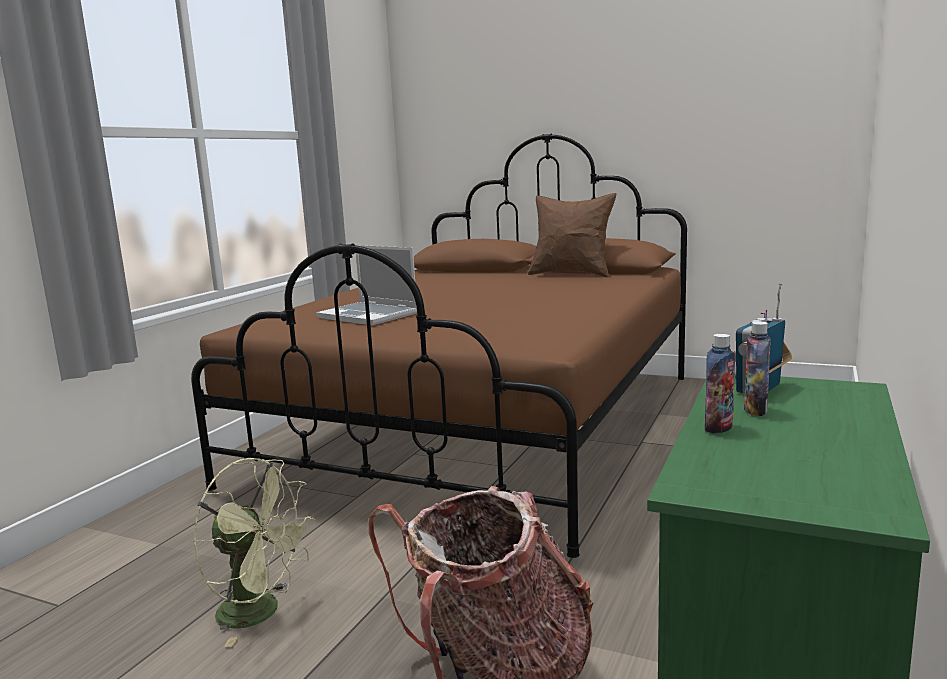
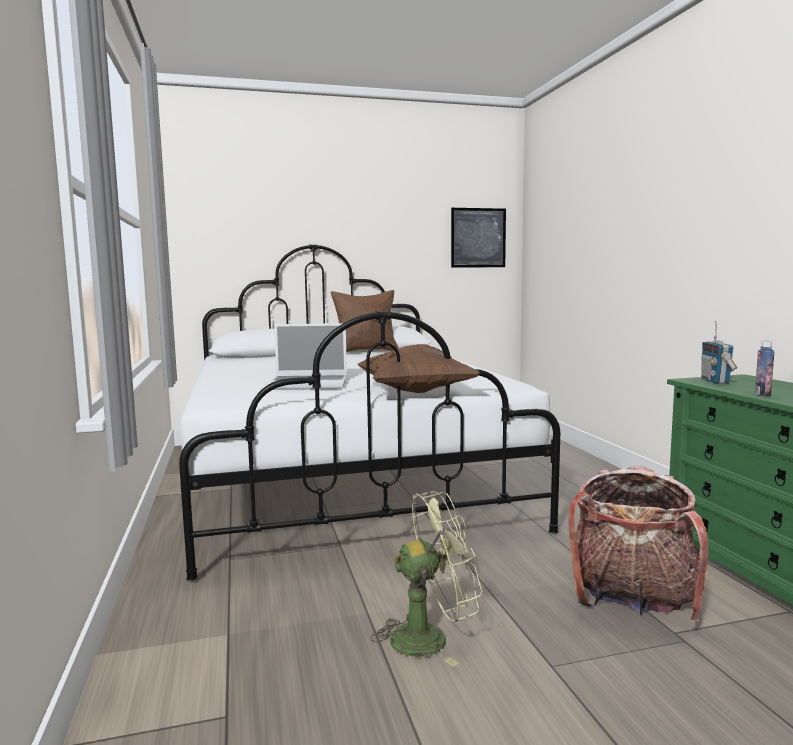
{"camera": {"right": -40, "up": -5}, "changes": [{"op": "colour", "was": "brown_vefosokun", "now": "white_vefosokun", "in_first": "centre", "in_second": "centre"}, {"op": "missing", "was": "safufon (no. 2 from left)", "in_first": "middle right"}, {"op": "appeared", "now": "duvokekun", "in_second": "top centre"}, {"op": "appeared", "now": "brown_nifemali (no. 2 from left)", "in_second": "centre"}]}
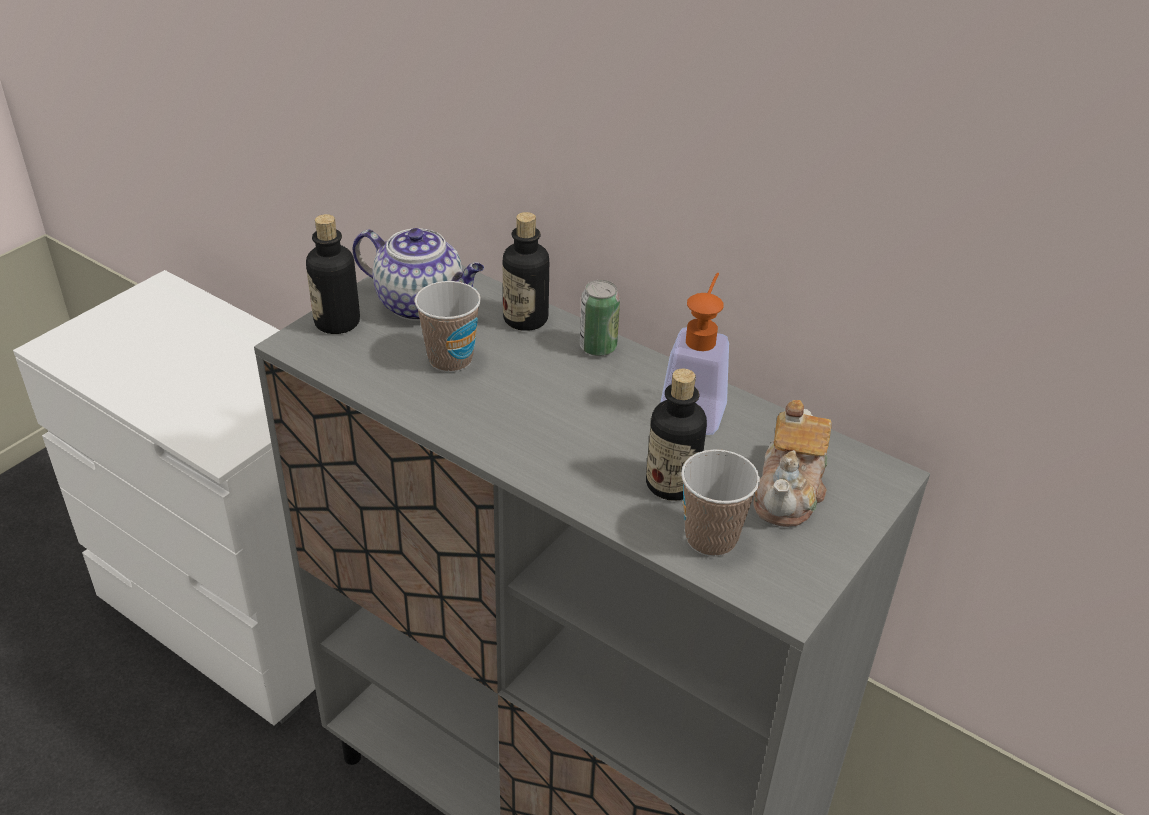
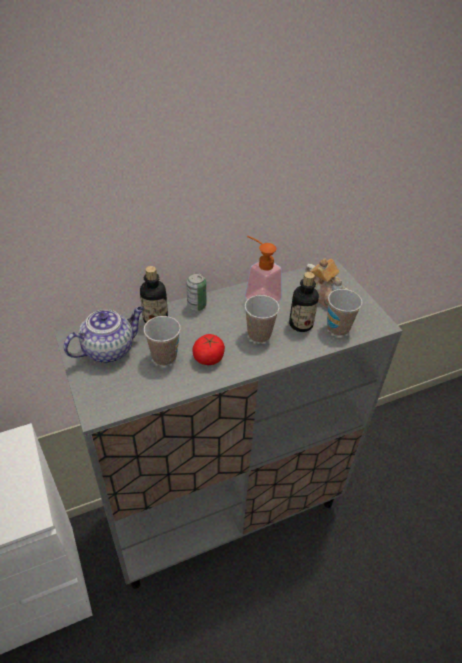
{"camera": {"right": -60, "up": 5}, "changes": [{"op": "missing", "was": "safufon (no. 1 from left)", "in_first": "middle left"}, {"op": "appeared", "now": "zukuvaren (no. 2 from left)", "in_second": "centre"}, {"op": "appeared", "now": "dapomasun", "in_second": "centre"}]}
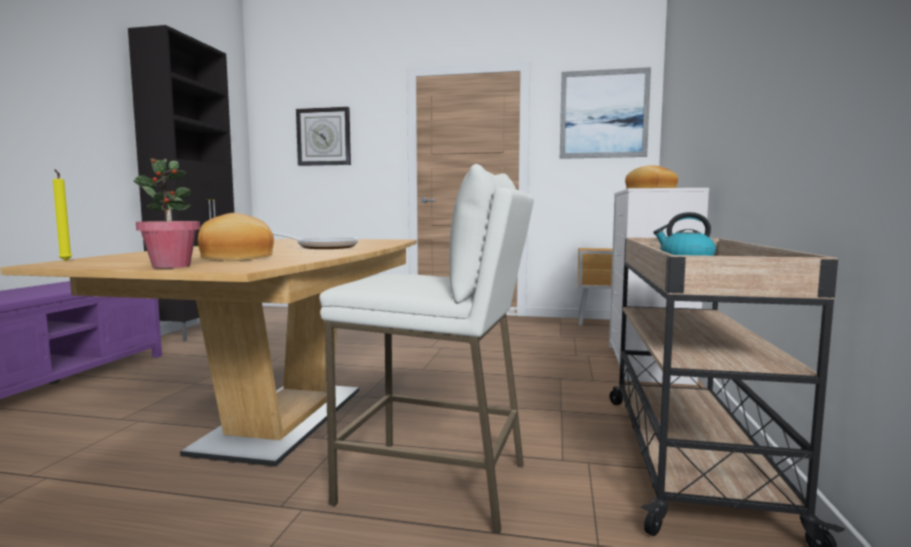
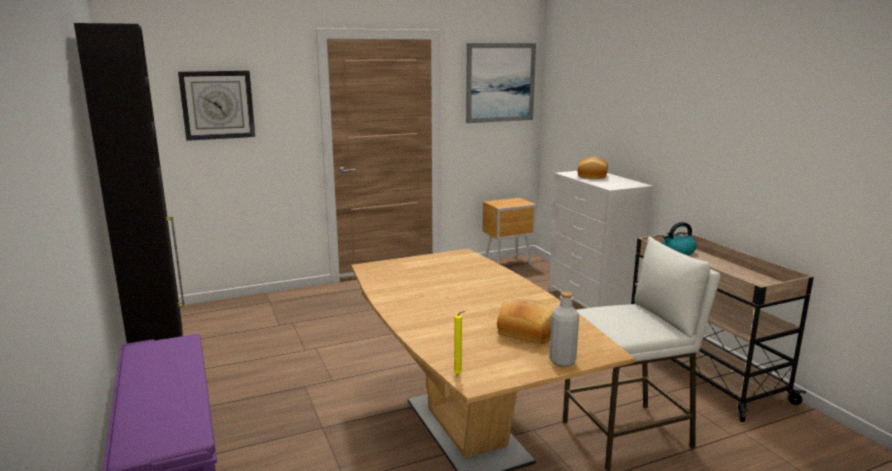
{"camera": {"right": -35, "up": 10}, "changes": [{"op": "exchanged", "was": "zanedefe", "now": "grey_safufon", "in_first": "middle left", "in_second": "bottom centre"}, {"op": "missing", "was": "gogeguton", "in_first": "centre"}]}
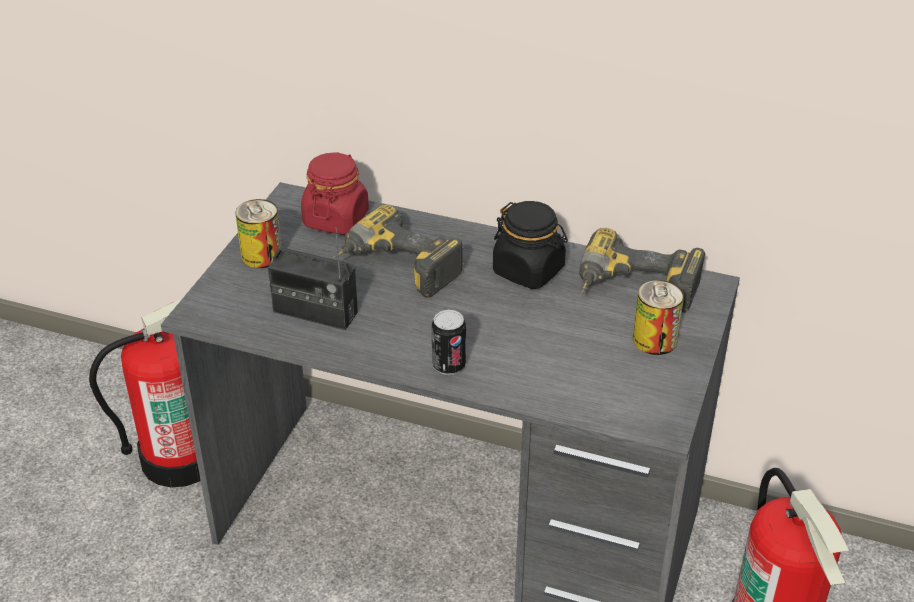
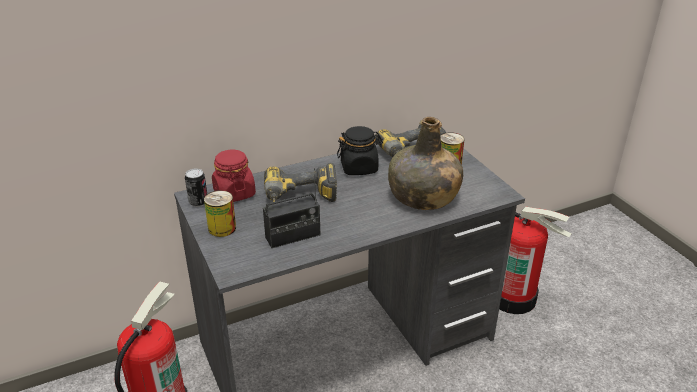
{"camera": {"right": -45, "up": -5}, "changes": [{"op": "relocated", "was": "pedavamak (no. 2 from left in the first image)", "now": "pedavamak (no. 1 from left)", "in_first": "centre", "in_second": "middle left"}, {"op": "appeared", "now": "green_safufon", "in_second": "centre"}]}
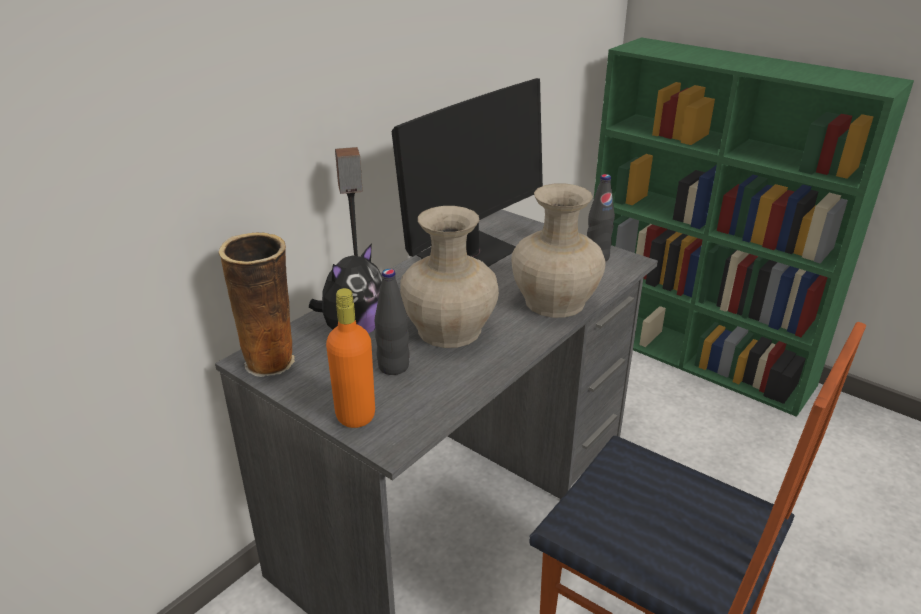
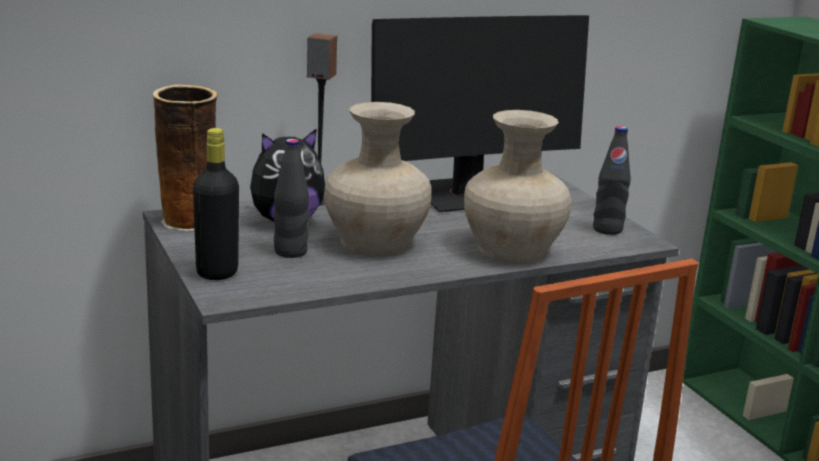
{"camera": {"right": 25, "up": -10}, "changes": [{"op": "colour", "was": "orange_safufon", "now": "black_safufon (no. 1 from left)", "in_first": "centre", "in_second": "middle left"}]}
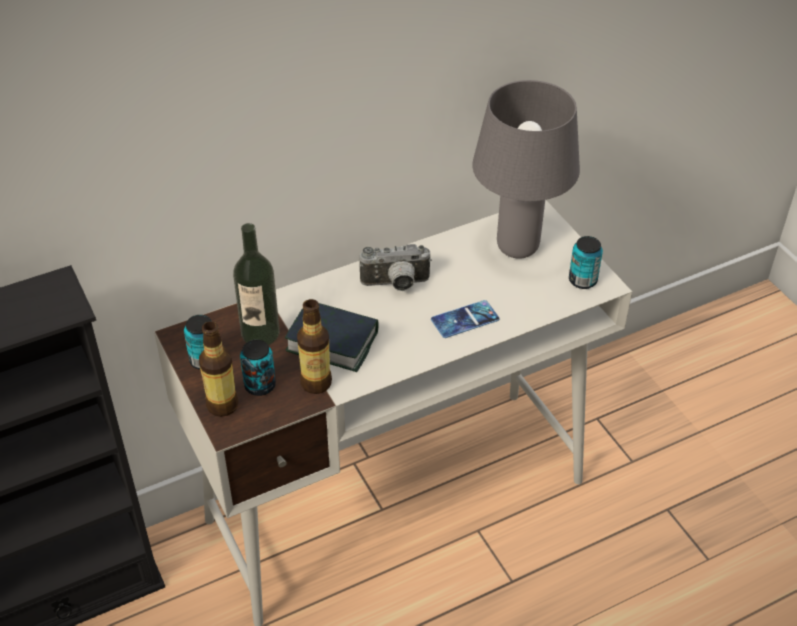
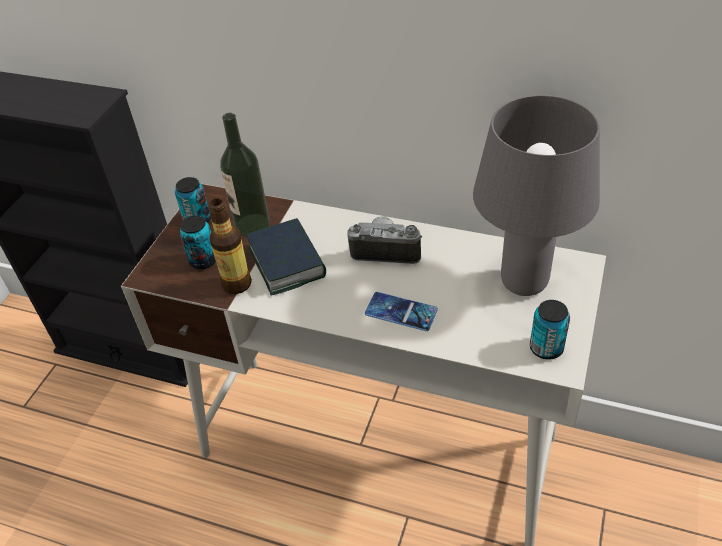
{"camera": {"right": 50, "up": 0}, "changes": [{"op": "spun", "was": "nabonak", "in_first": "centre", "in_second": "centre", "clockwise": 150}, {"op": "missing", "was": "safufon (no. 1 from left)", "in_first": "middle left"}]}
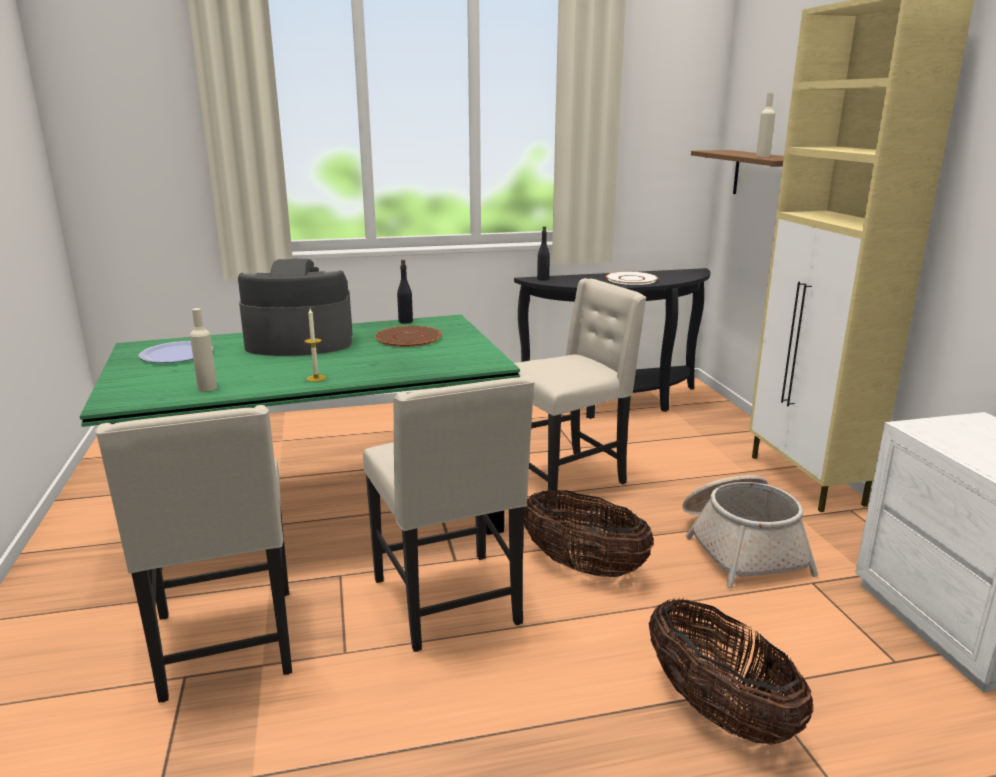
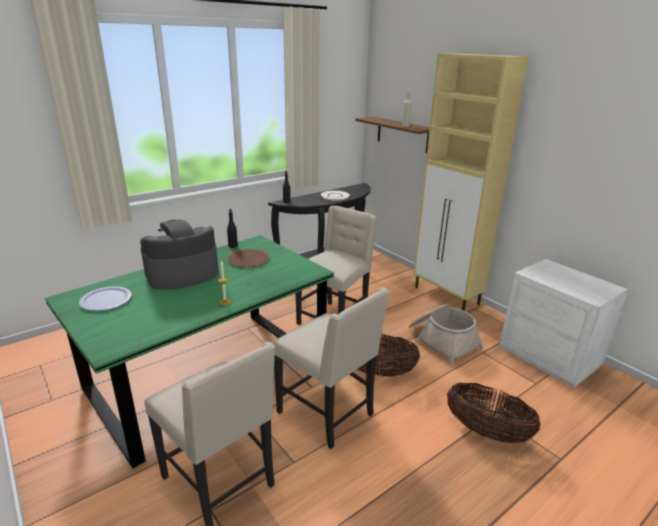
{"camera": {"right": -25, "up": 5}, "changes": [{"op": "missing", "was": "beige_safufon (no. 1 from left)", "in_first": "middle left"}]}
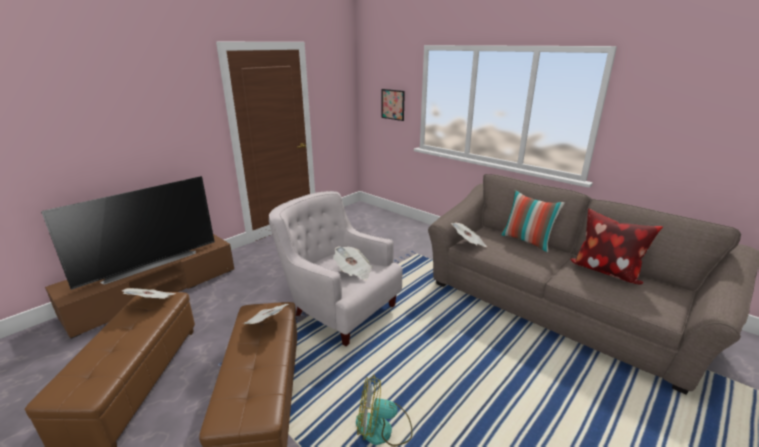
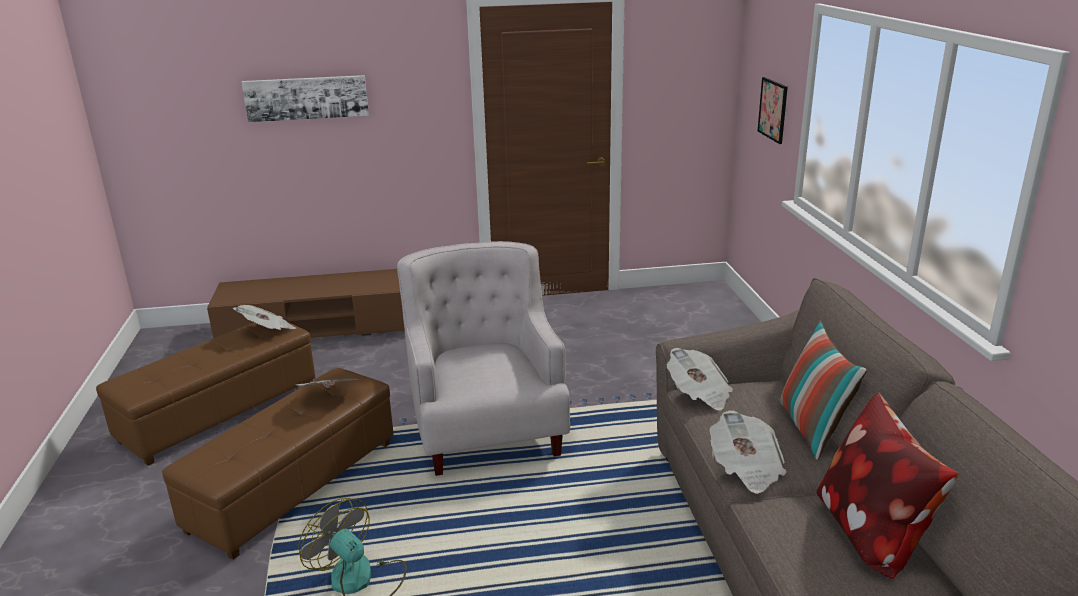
{"camera": {"right": 40, "up": 0}, "changes": [{"op": "missing", "was": "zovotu", "in_first": "middle left"}, {"op": "relocated", "was": "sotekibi (no. 3 from left in the first image)", "now": "sotekibi (no. 4 from left)", "in_first": "centre", "in_second": "bottom right"}, {"op": "appeared", "now": "duvokekun (no. 1 from left)", "in_second": "top left"}]}
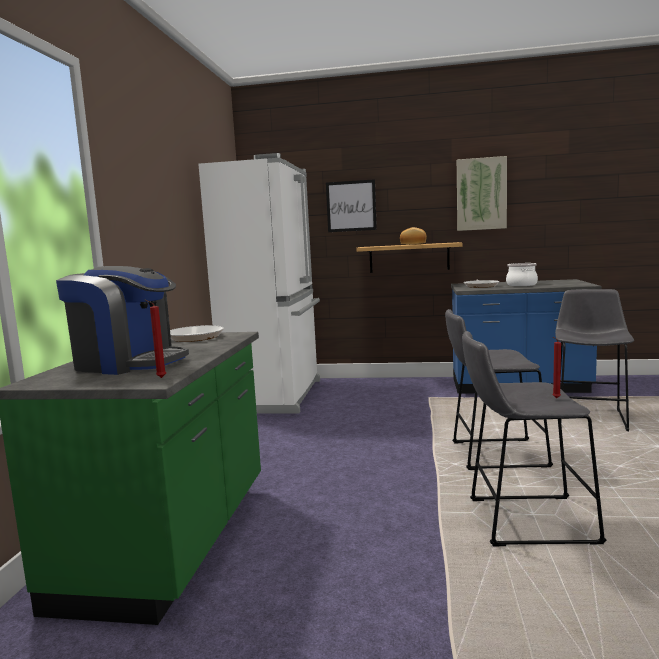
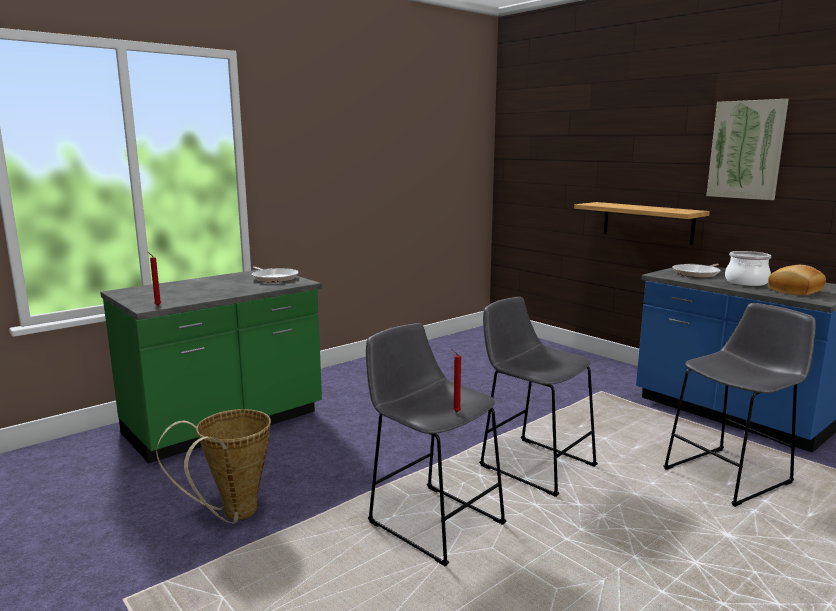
{"camera": {"right": 40, "up": 5}, "changes": [{"op": "missing", "was": "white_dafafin", "in_first": "centre"}, {"op": "missing", "was": "duvokekun (no. 1 from left)", "in_first": "top centre"}, {"op": "relocated", "was": "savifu", "in_first": "centre", "in_second": "middle right"}, {"op": "missing", "was": "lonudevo", "in_first": "middle left"}, {"op": "appeared", "now": "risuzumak", "in_second": "bottom left"}]}
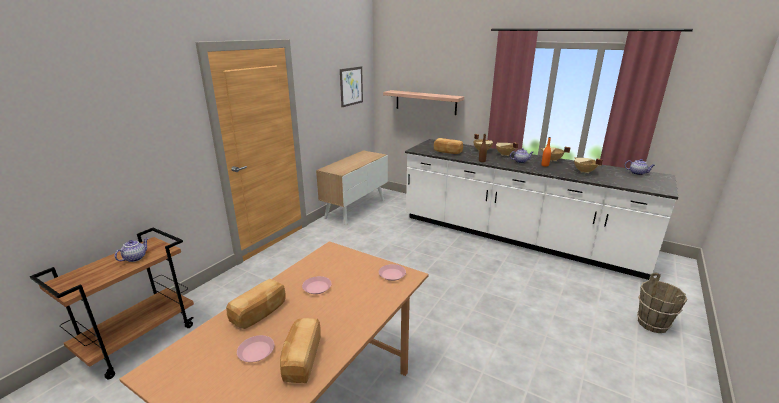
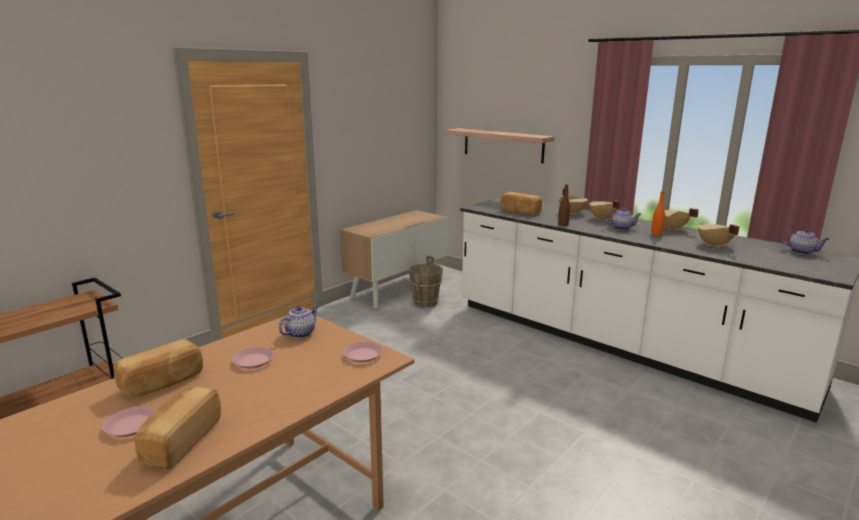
{"camera": {"right": 10, "up": -5}, "changes": [{"op": "missing", "was": "duvokekun", "in_first": "top centre"}, {"op": "relocated", "was": "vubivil (no. 1 from left)", "in_first": "middle left", "in_second": "centre"}, {"op": "relocated", "was": "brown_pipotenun", "in_first": "bottom right", "in_second": "centre"}]}
